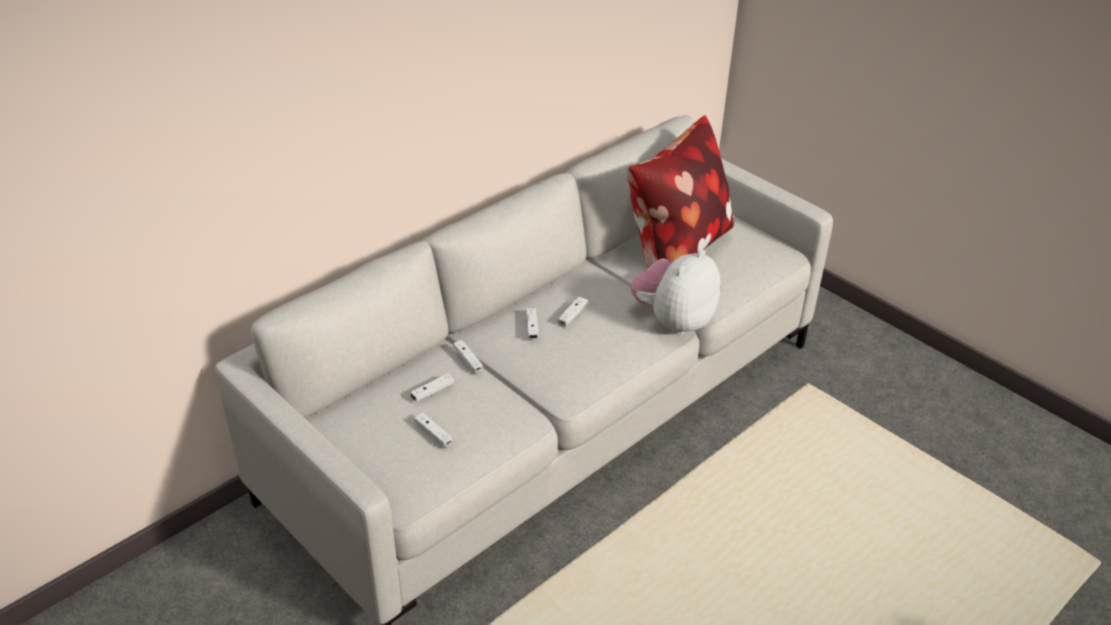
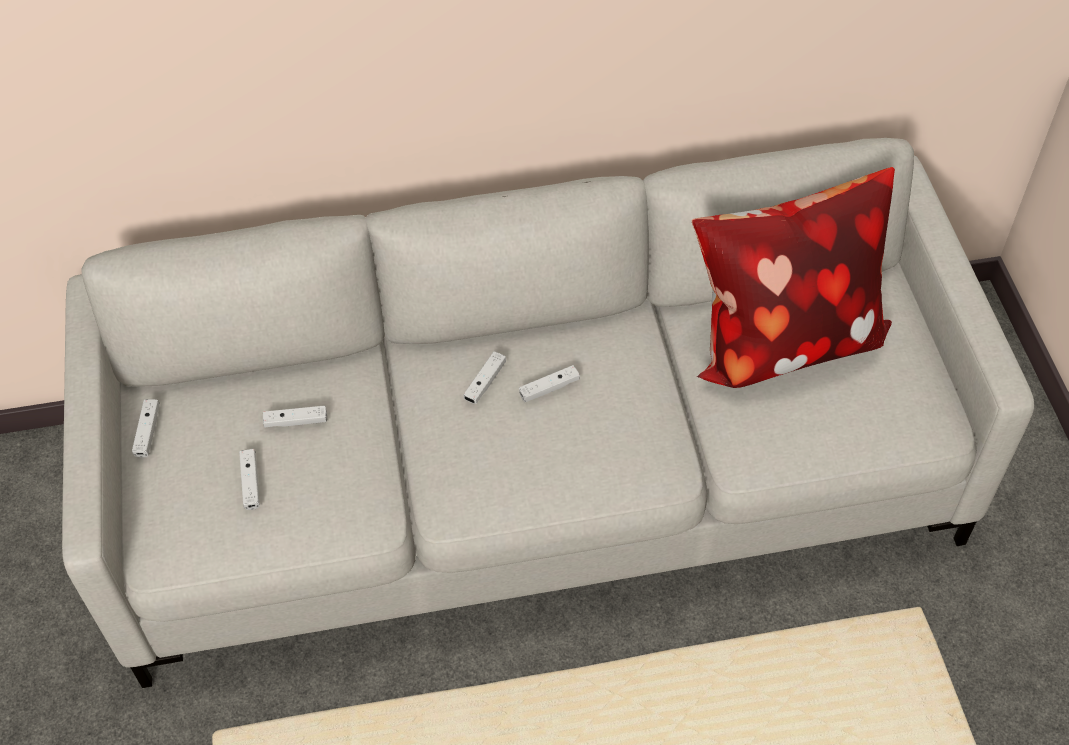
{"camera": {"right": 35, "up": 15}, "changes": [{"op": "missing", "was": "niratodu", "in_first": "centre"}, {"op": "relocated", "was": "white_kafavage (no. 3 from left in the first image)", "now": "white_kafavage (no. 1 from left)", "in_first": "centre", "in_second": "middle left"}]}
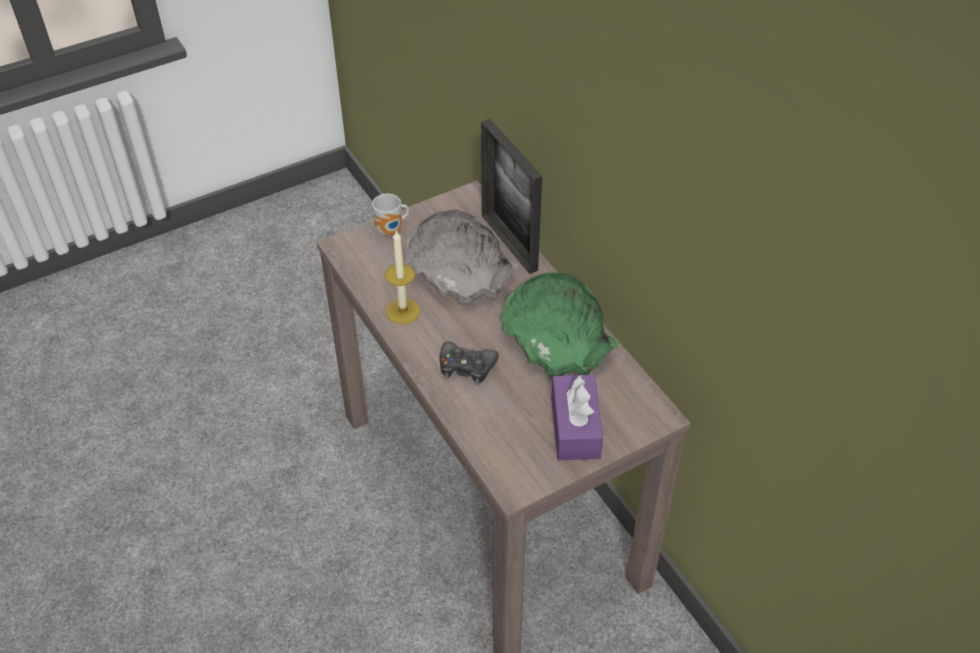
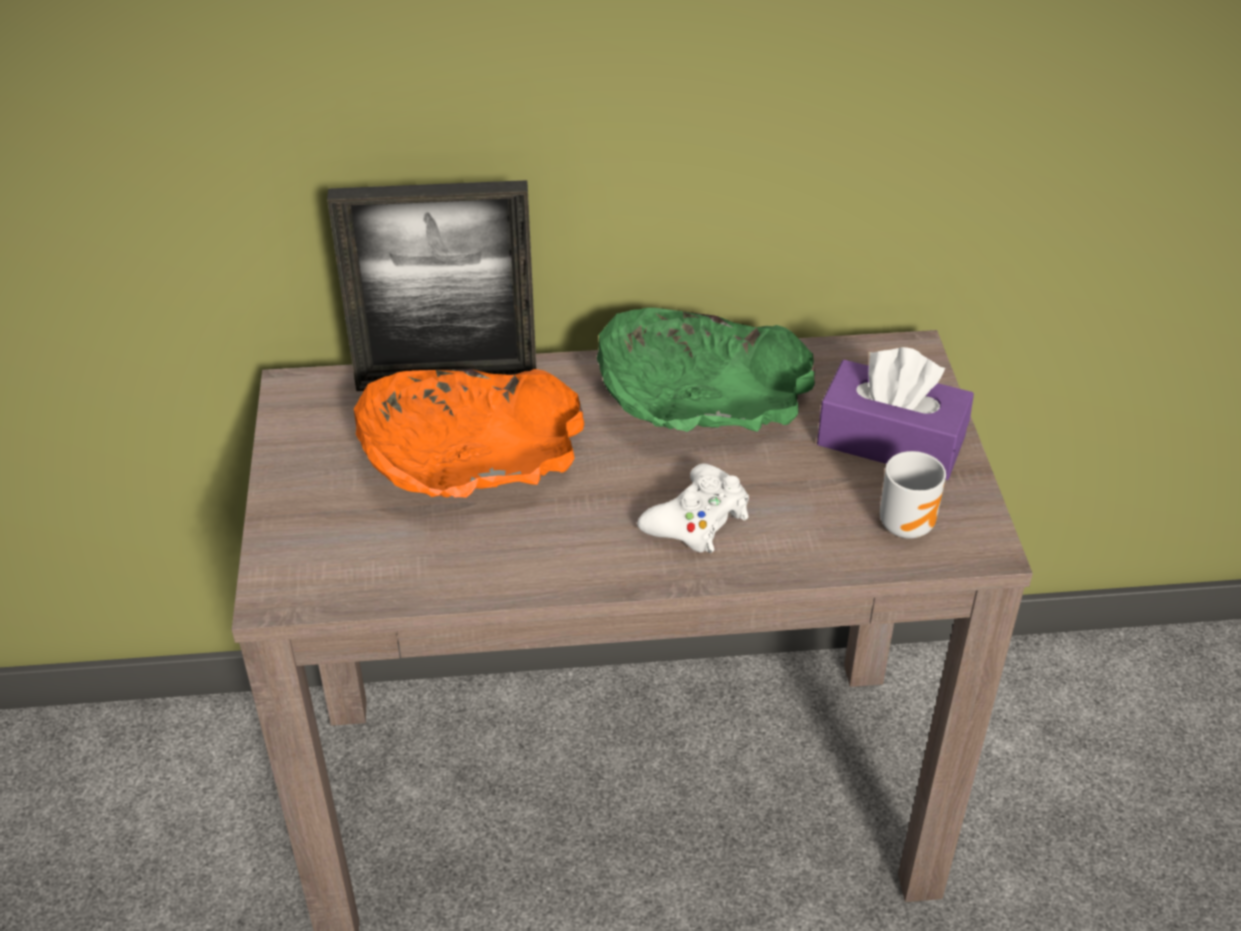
{"camera": {"right": -65, "up": -5}, "changes": [{"op": "relocated", "was": "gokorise", "in_first": "top centre", "in_second": "middle right"}, {"op": "colour", "was": "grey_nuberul", "now": "orange_nuberul", "in_first": "centre", "in_second": "centre"}, {"op": "missing", "was": "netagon", "in_first": "centre"}, {"op": "colour", "was": "black_kafavage", "now": "white_kafavage", "in_first": "centre", "in_second": "centre"}]}
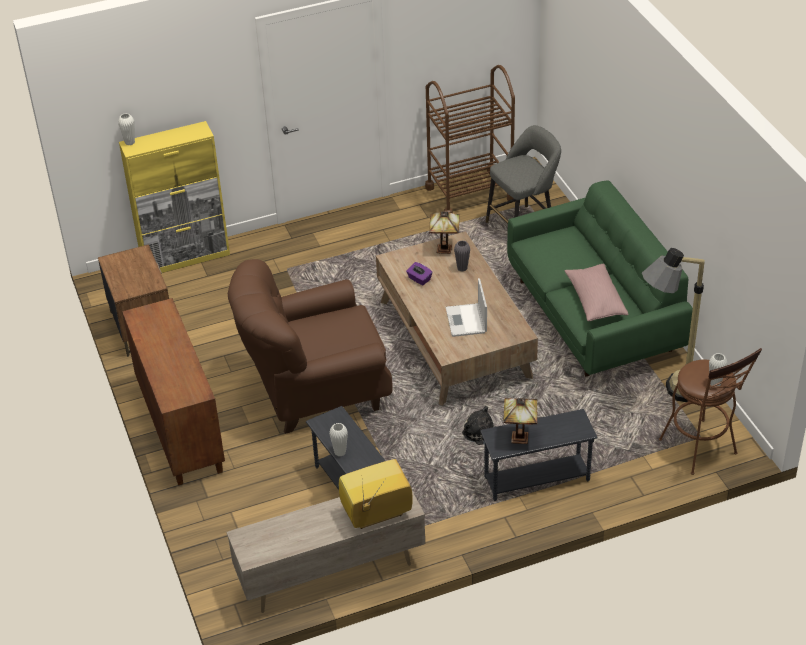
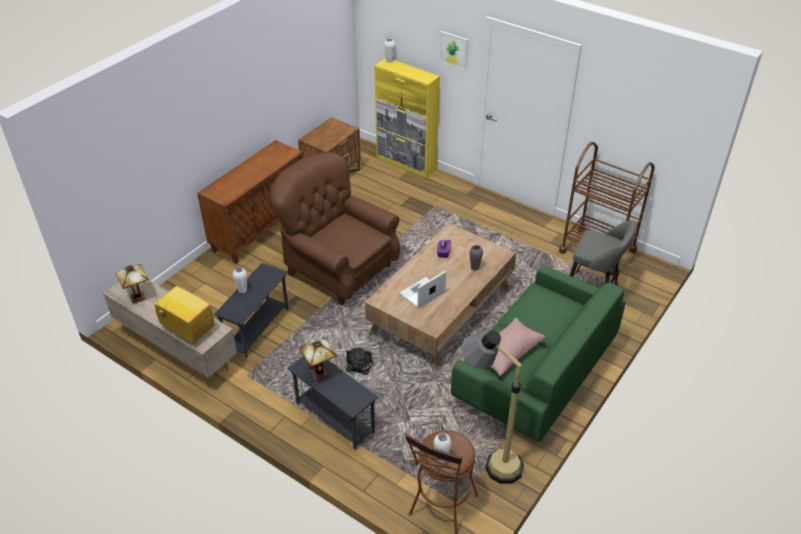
{"camera": {"right": 55, "up": 0}, "changes": [{"op": "relocated", "was": "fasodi (no. 1 from left)", "in_first": "centre", "in_second": "middle left"}, {"op": "appeared", "now": "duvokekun", "in_second": "top centre"}]}
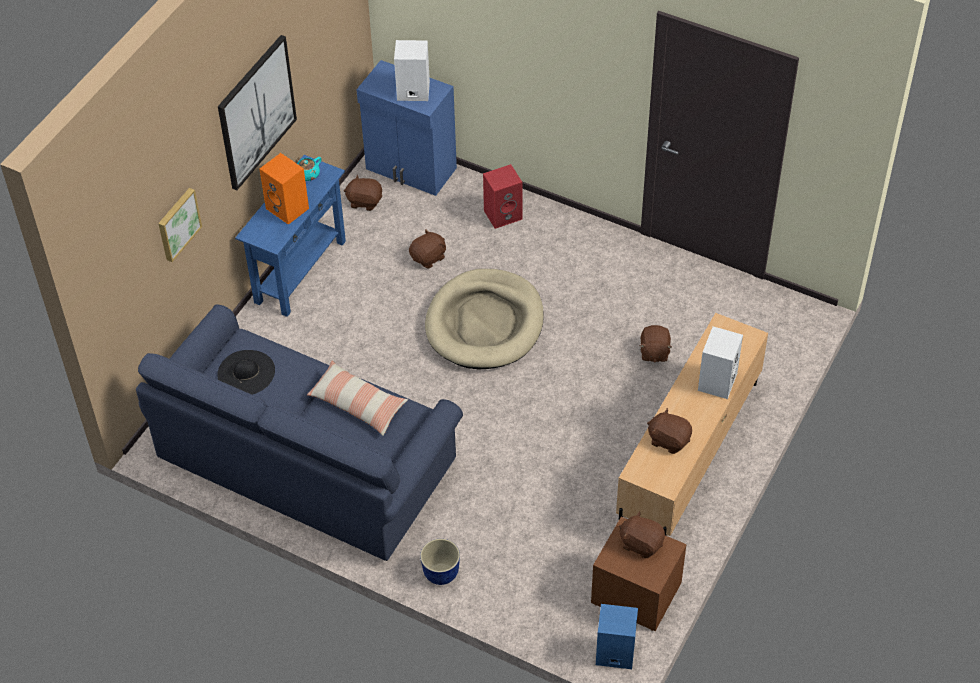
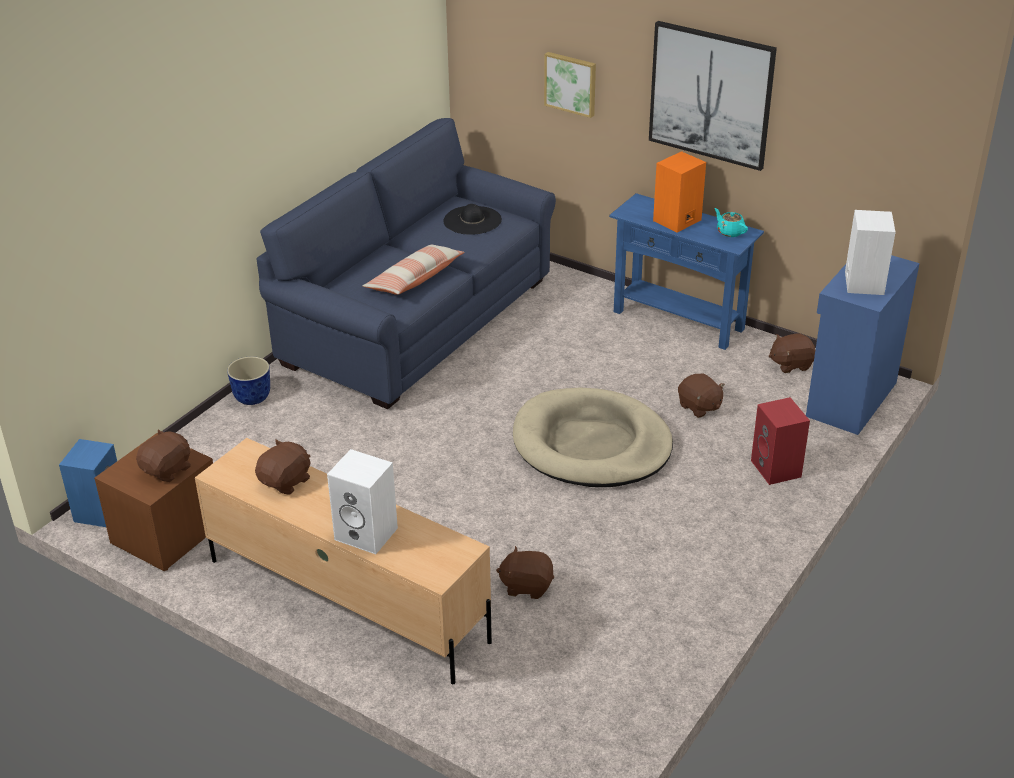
{"camera": {"right": 95, "up": -15}, "changes": [{"op": "spun", "was": "brown_niratodu (no. 1 from left in the first image)", "in_first": "top centre", "in_second": "middle right", "clockwise": -120}]}
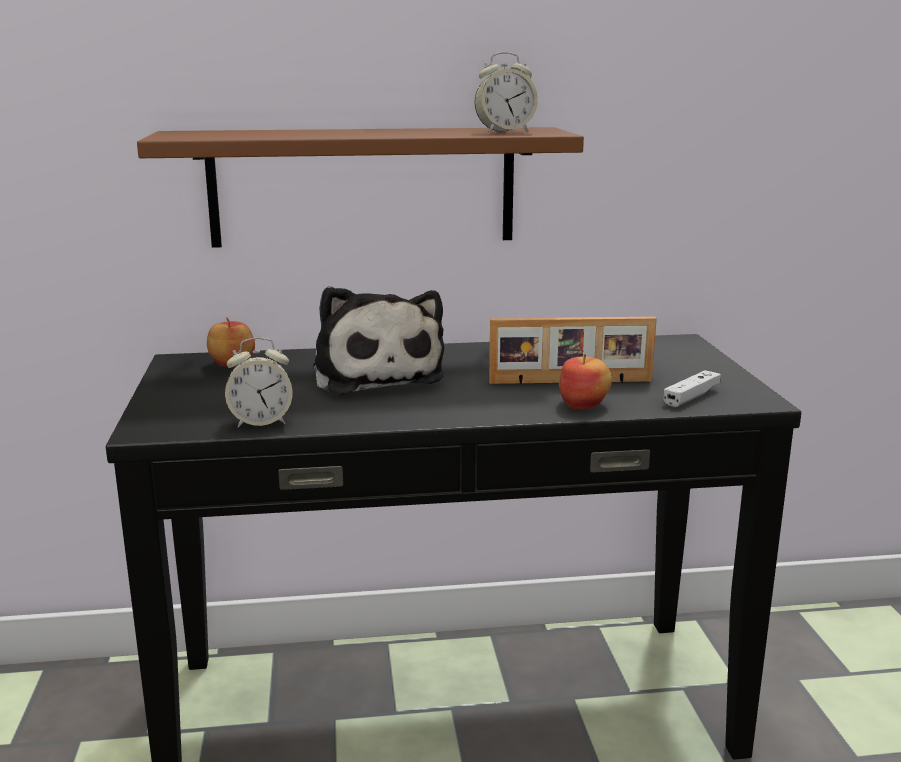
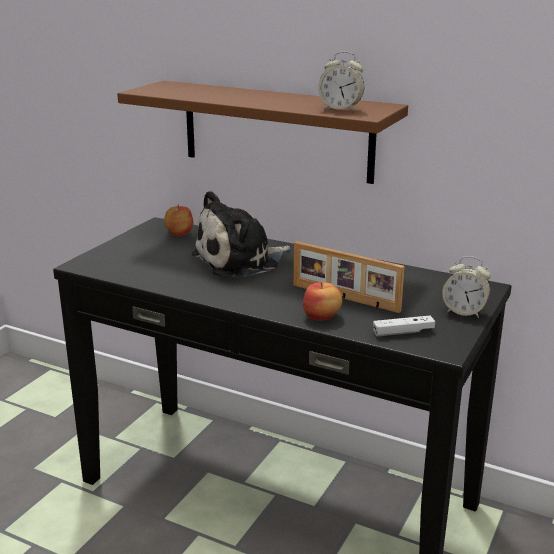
{"camera": {"right": 35, "up": 5}, "changes": [{"op": "spun", "was": "niratodu", "in_first": "centre", "in_second": "centre", "clockwise": 45}, {"op": "relocated", "was": "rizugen (no. 1 from left in the first image)", "now": "rizugen (no. 2 from left)", "in_first": "middle left", "in_second": "middle right"}]}
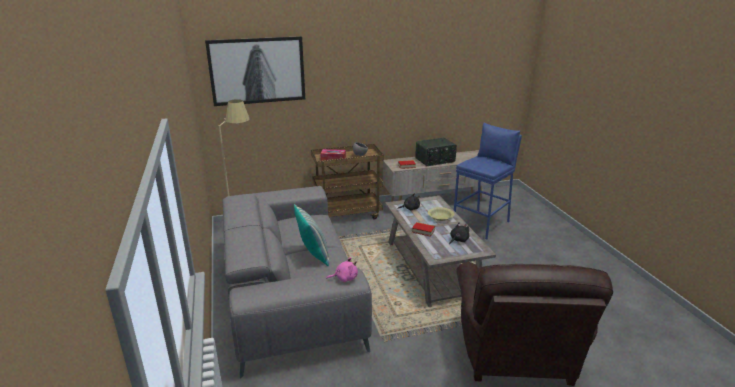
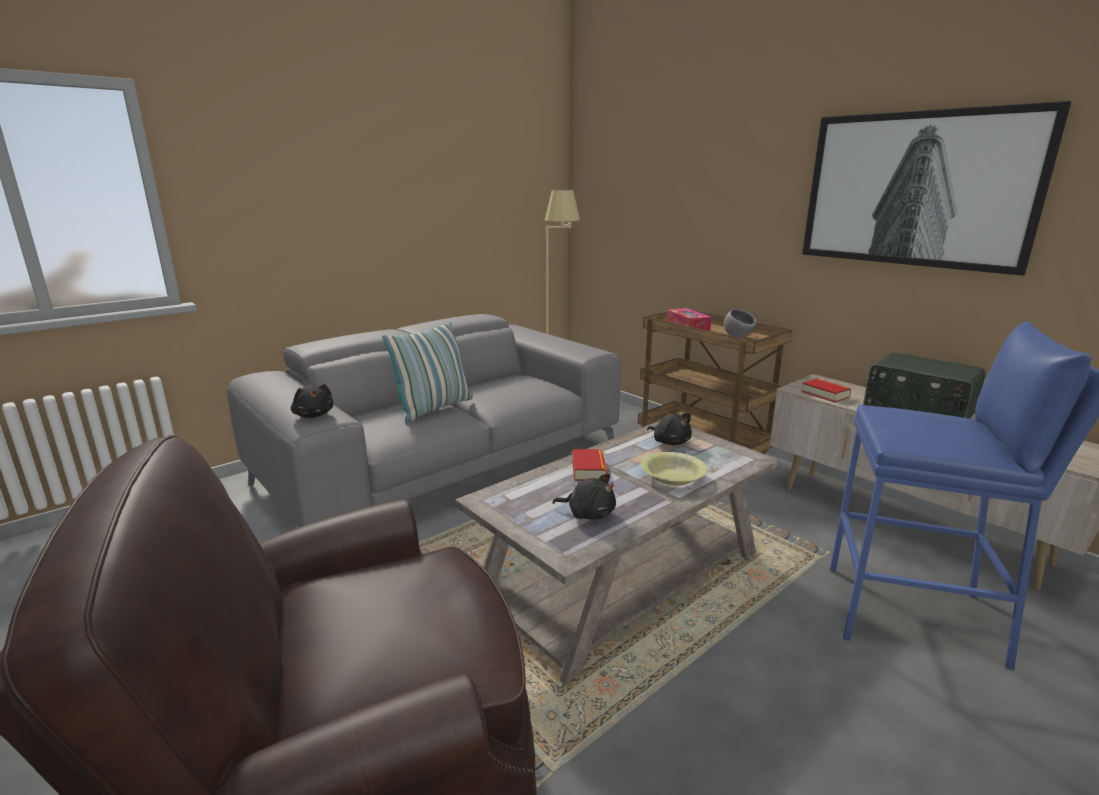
{"camera": {"right": 65, "up": -5}, "changes": [{"op": "relocated", "was": "duvokekun", "in_first": "top centre", "in_second": "top right"}, {"op": "colour", "was": "pink_niratodu", "now": "black_niratodu (no. 1 from left)", "in_first": "bottom centre", "in_second": "middle left"}]}
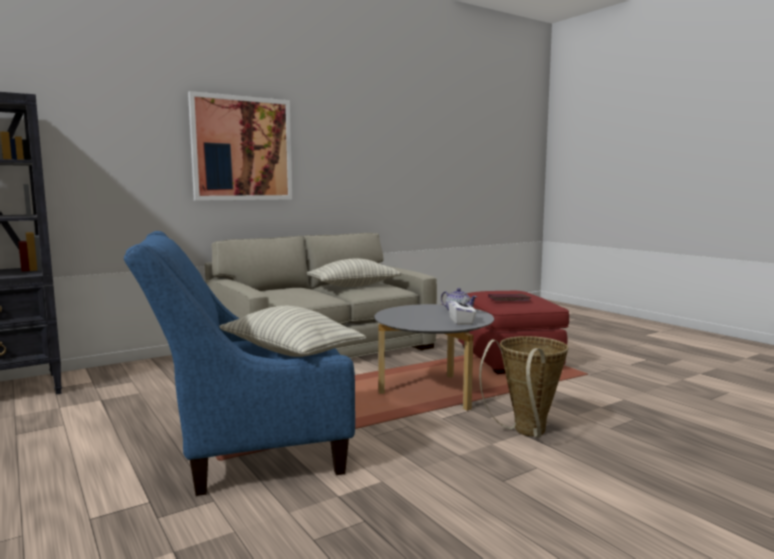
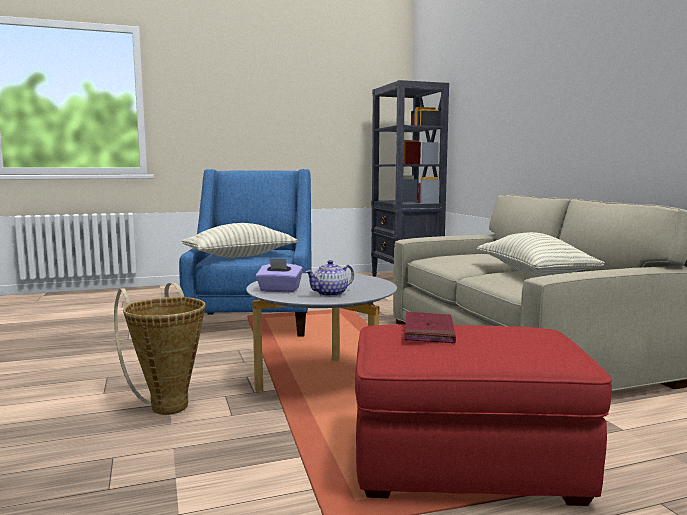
{"camera": {"right": 105, "up": 0}, "changes": [{"op": "missing", "was": "duvokekun", "in_first": "top left"}, {"op": "colour", "was": "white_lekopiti", "now": "purple_lekopiti", "in_first": "centre", "in_second": "centre"}]}
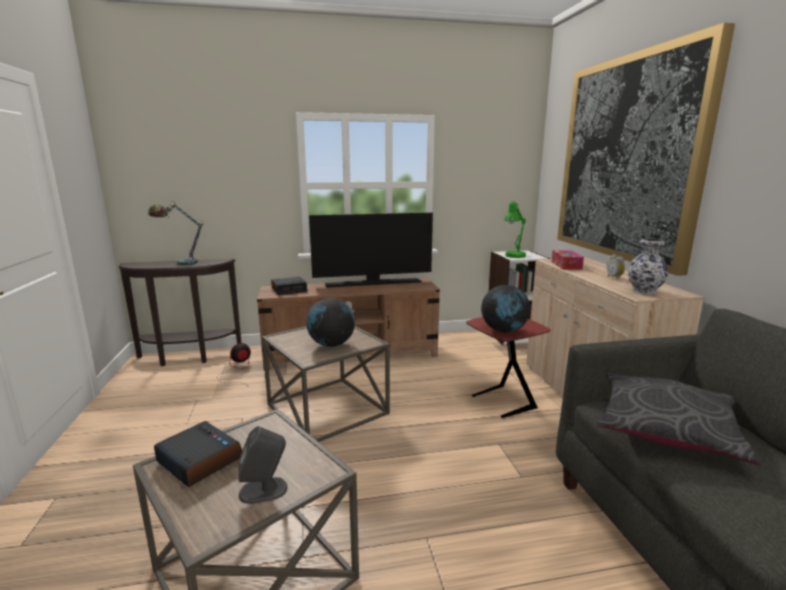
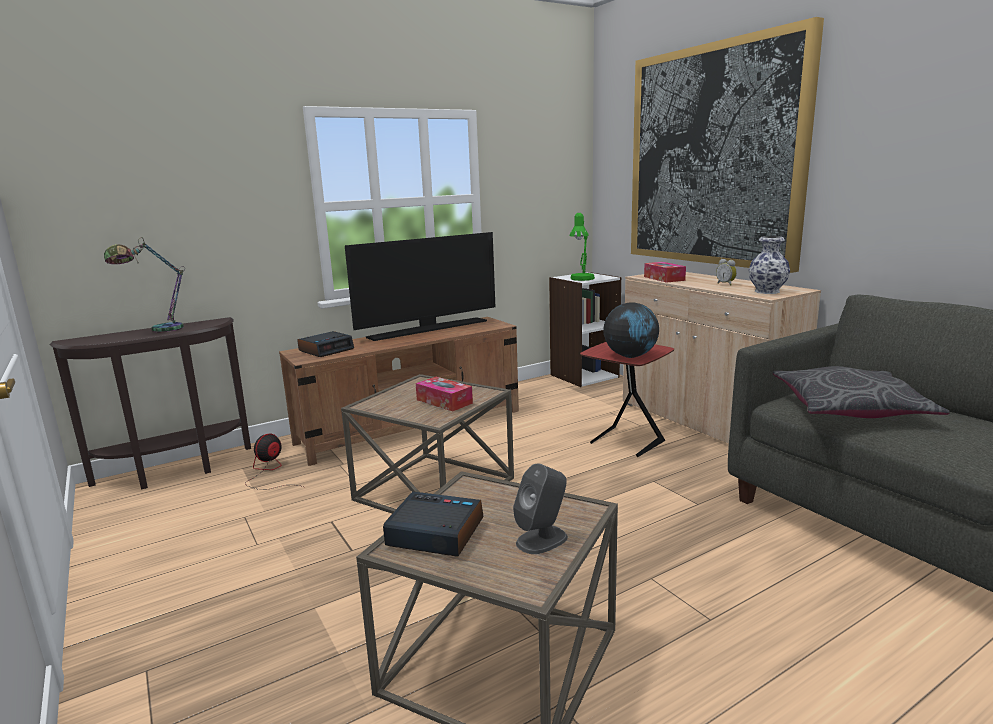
{"camera": {"right": -20, "up": 0}, "changes": [{"op": "exchanged", "was": "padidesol (no. 1 from left)", "now": "lekopiti (no. 1 from left)", "in_first": "centre", "in_second": "centre"}]}
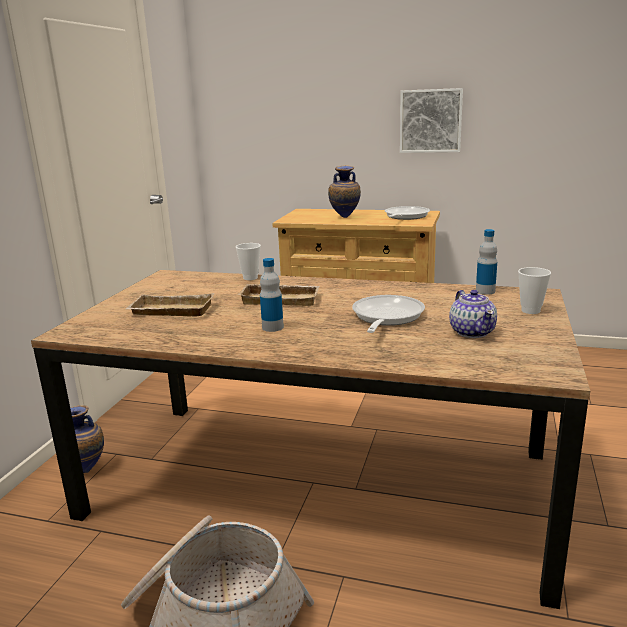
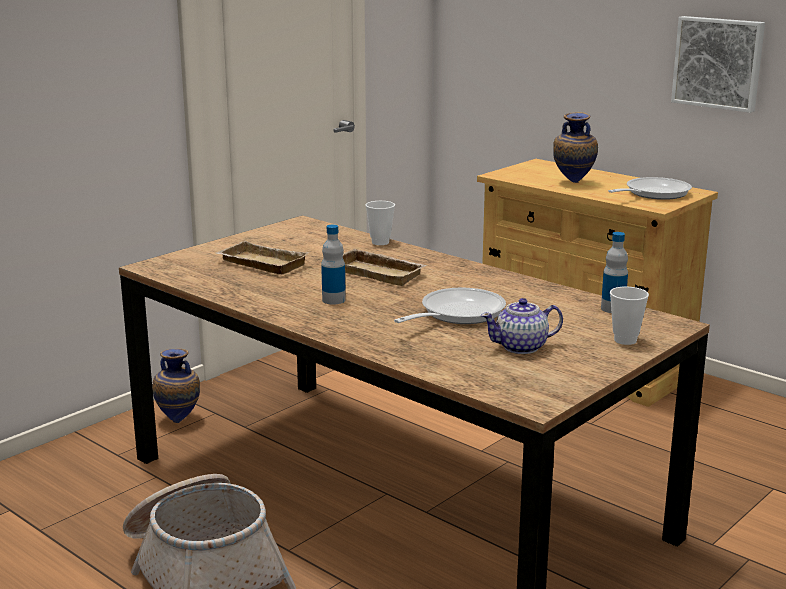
{"camera": {"right": 25, "up": 0}, "changes": [{"op": "spun", "was": "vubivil", "in_first": "middle right", "in_second": "centre", "clockwise": 60}]}
